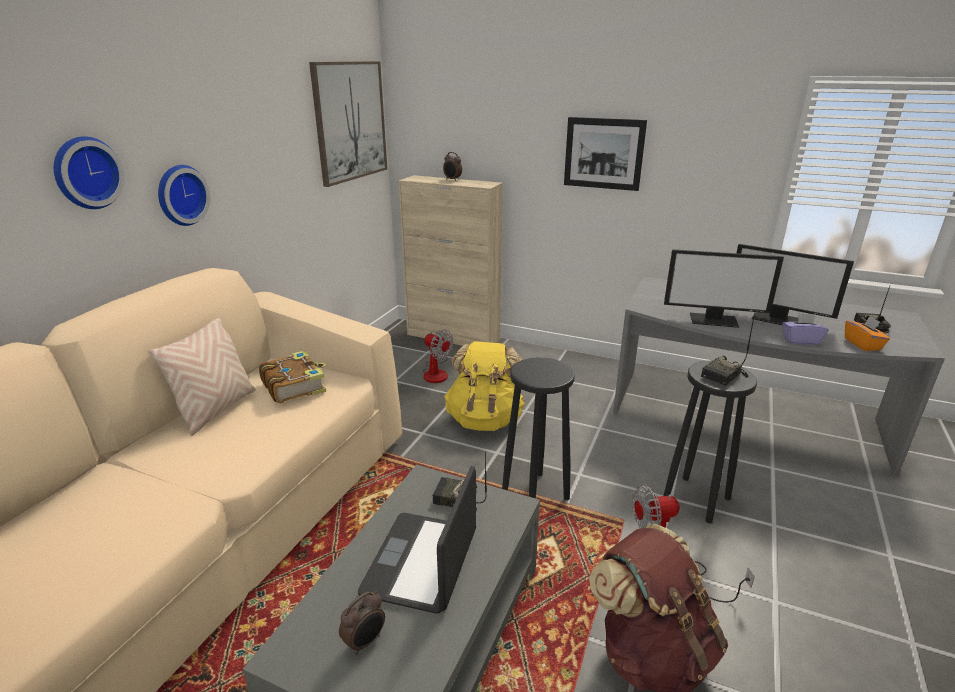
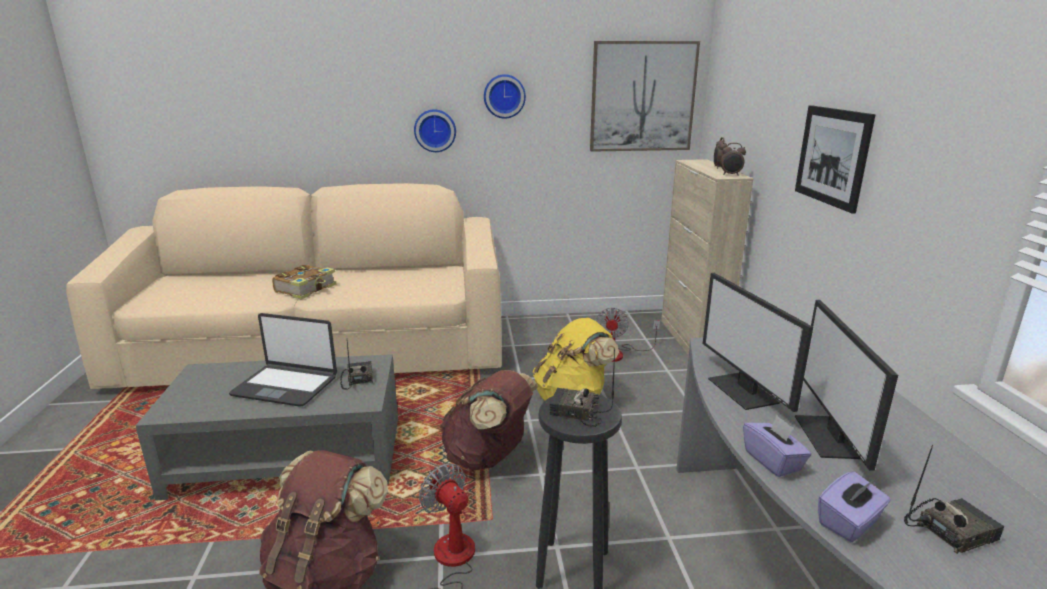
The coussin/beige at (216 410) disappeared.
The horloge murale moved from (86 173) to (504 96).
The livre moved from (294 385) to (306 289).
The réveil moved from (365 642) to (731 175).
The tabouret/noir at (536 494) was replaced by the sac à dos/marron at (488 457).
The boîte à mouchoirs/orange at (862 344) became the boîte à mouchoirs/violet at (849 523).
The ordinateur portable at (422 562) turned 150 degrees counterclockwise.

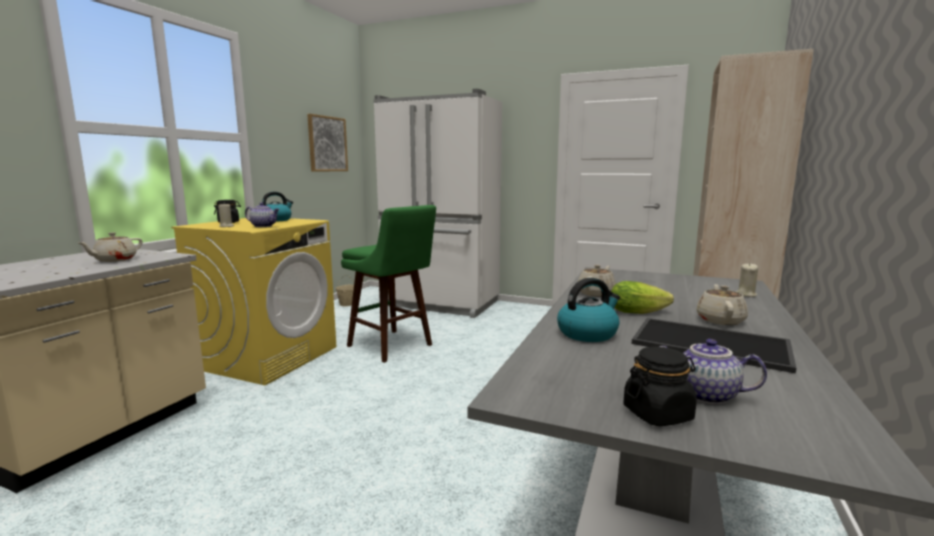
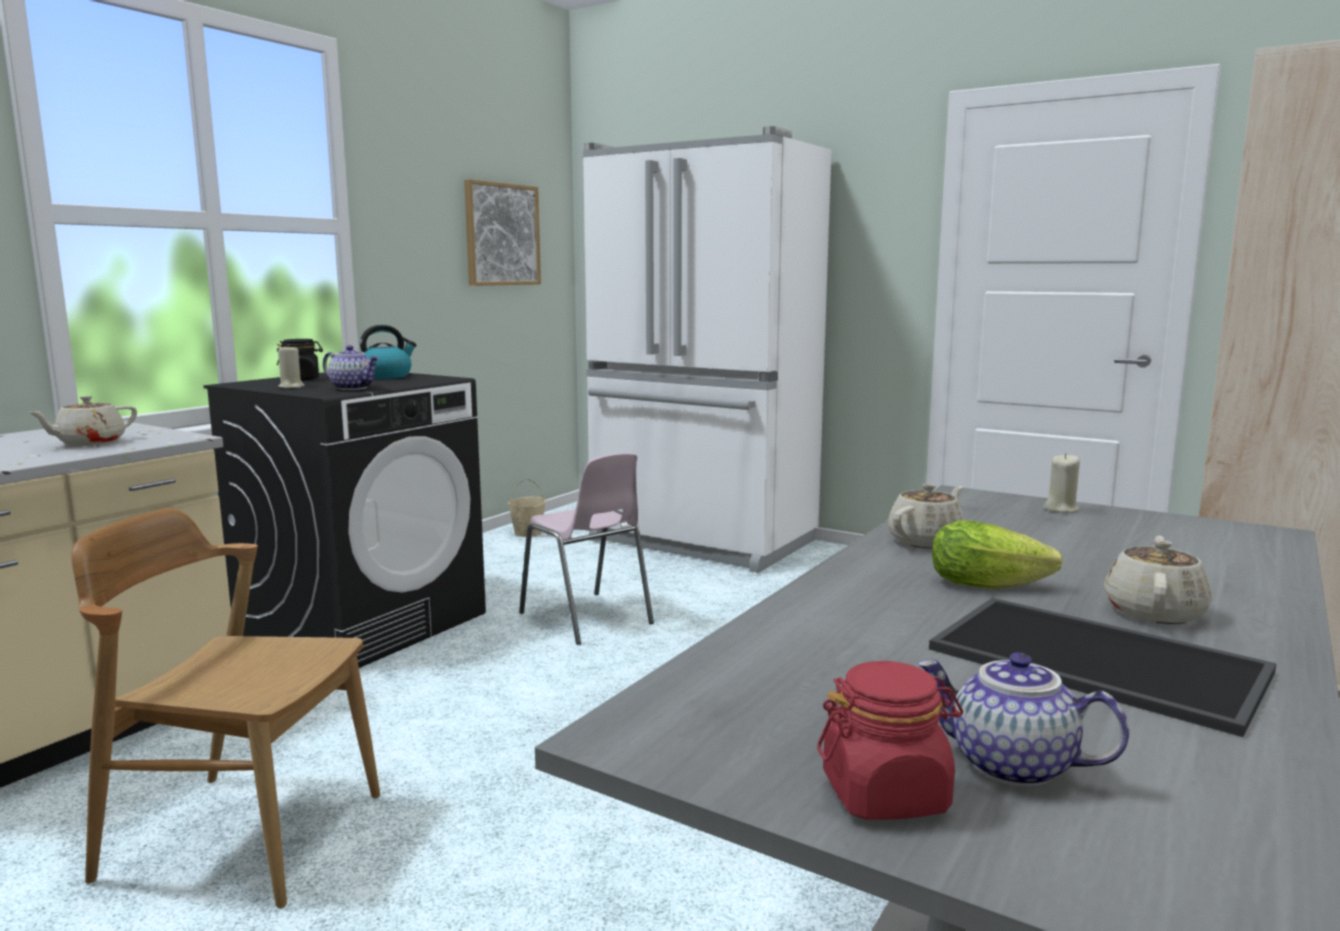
The bouilloire at (587 333) disappeared.
The chaise/marron at (243 835) appeared.
The bougie/beige moved from (745 294) to (1060 509).
The tabouret/vert at (392 346) was replaced by the chaise/rose at (586 619).
The lave-linge/jaune at (268 357) became the lave-linge/noir at (364 623).
The bocal/noir at (658 414) became the bocal/rouge at (886 795).

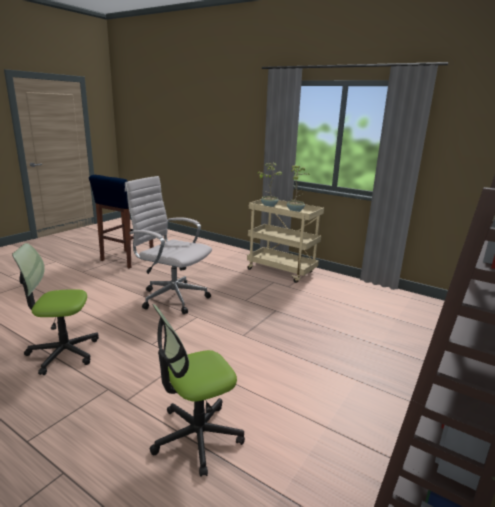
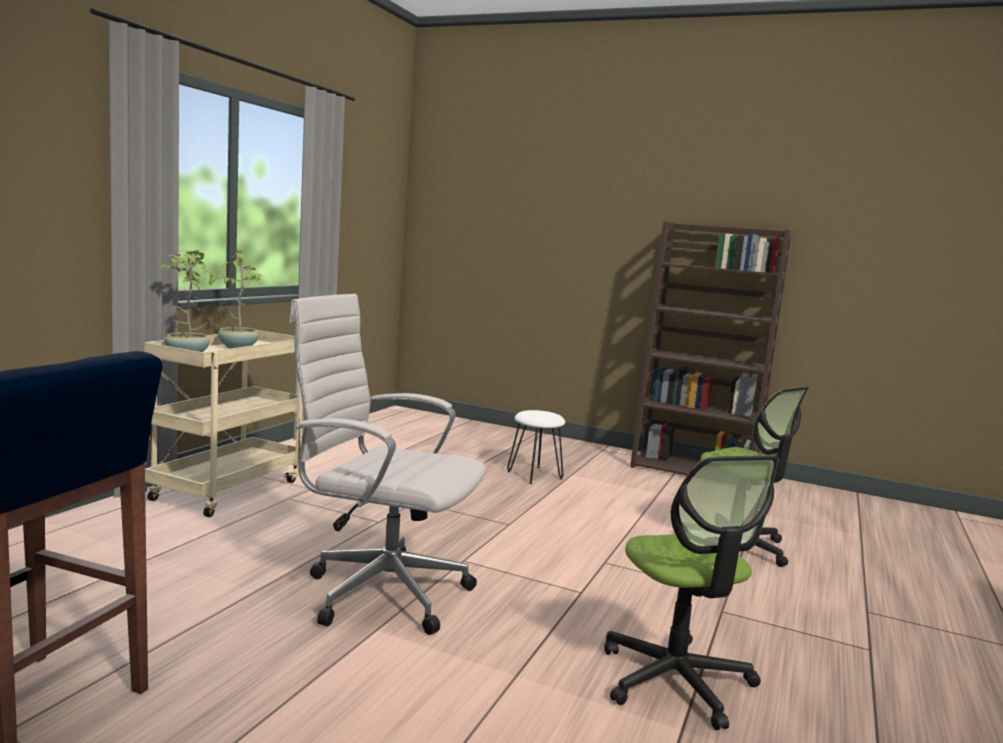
The tabouret/blanc at (534 475) appeared.
The chaise de bureau/blanc at (171 297) turned 90 degrees clockwise.

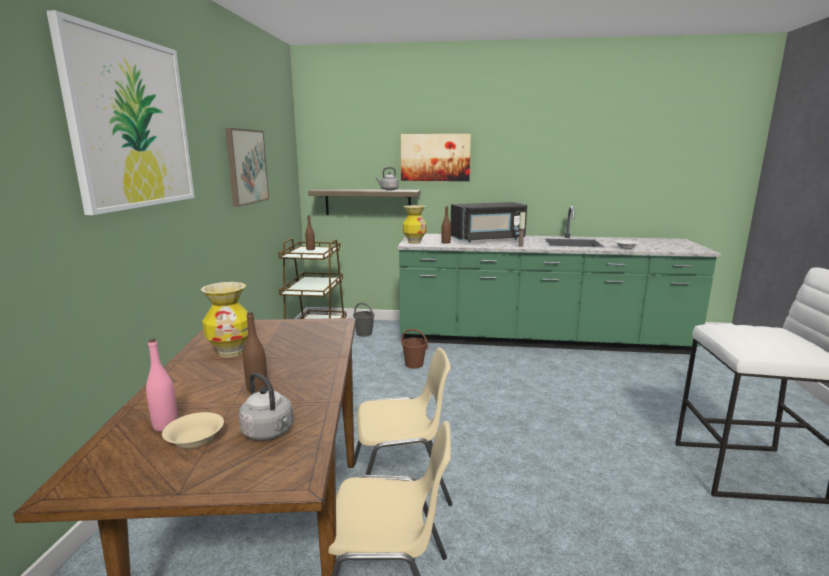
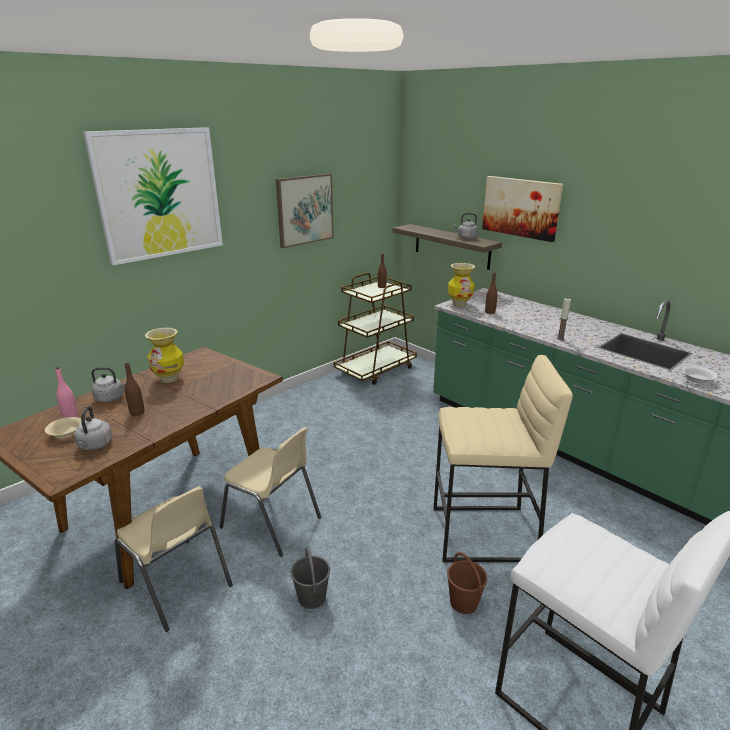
The micro-ondes/noir at (488 239) disappeared.
The bouilloire/gris at (111 398) appeared.
The tabouret/beige at (483 534) appeared.
The seau/gris moved from (364 333) to (312 597).
The seau/marron moved from (414 364) to (464 603).

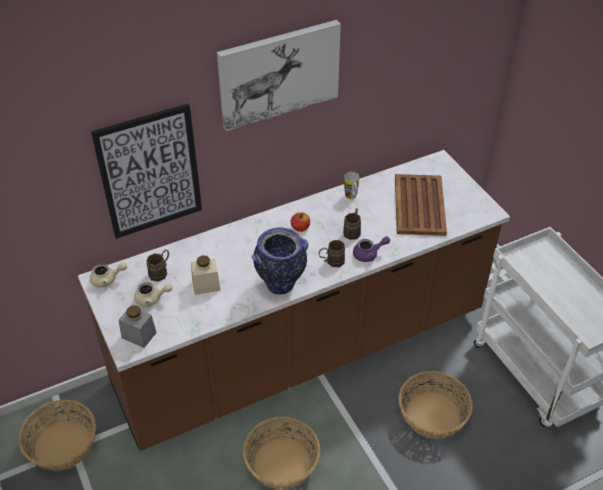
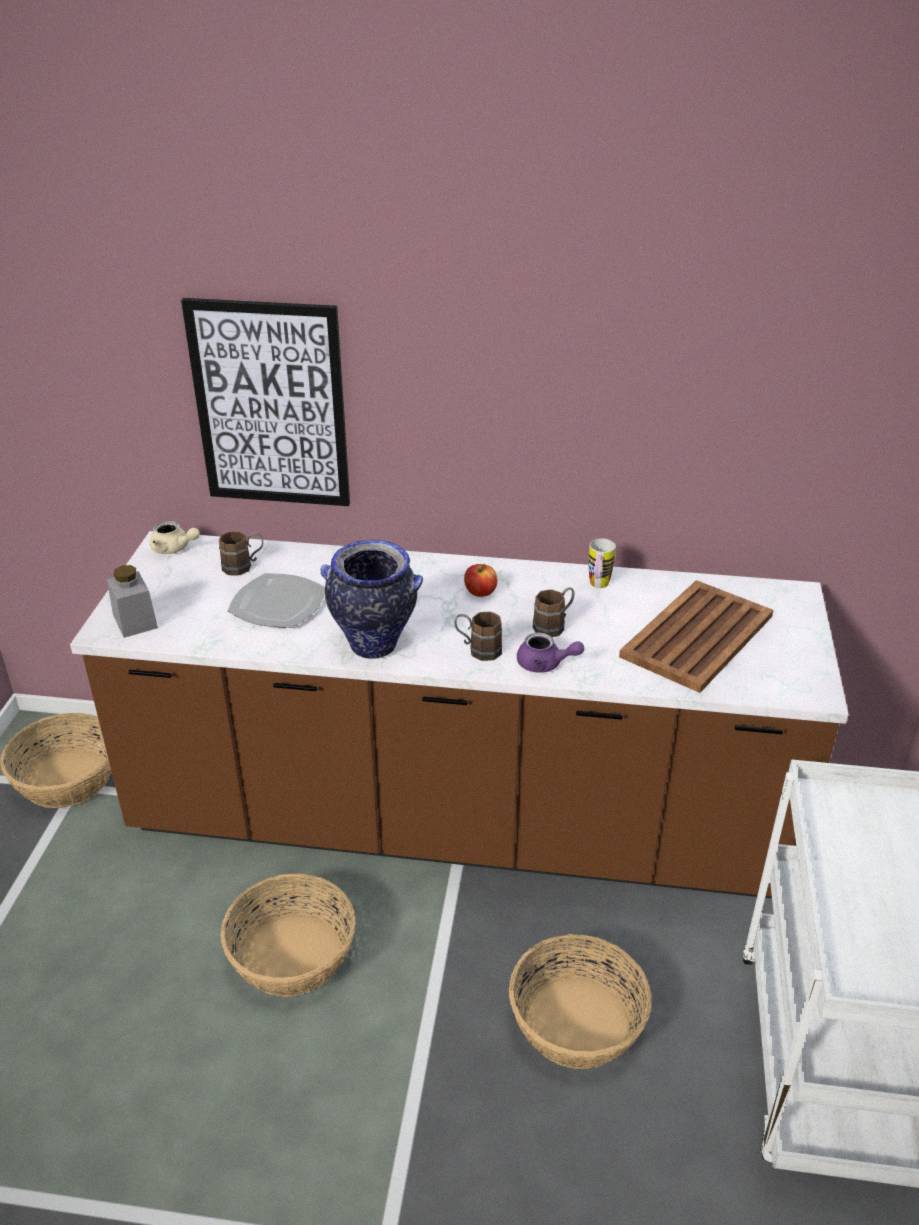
The théière/beige at (152 299) disappeared.
The tableau at (278 73) disappeared.
The bocal/beige at (206 285) was replaced by the assiette at (279 603).

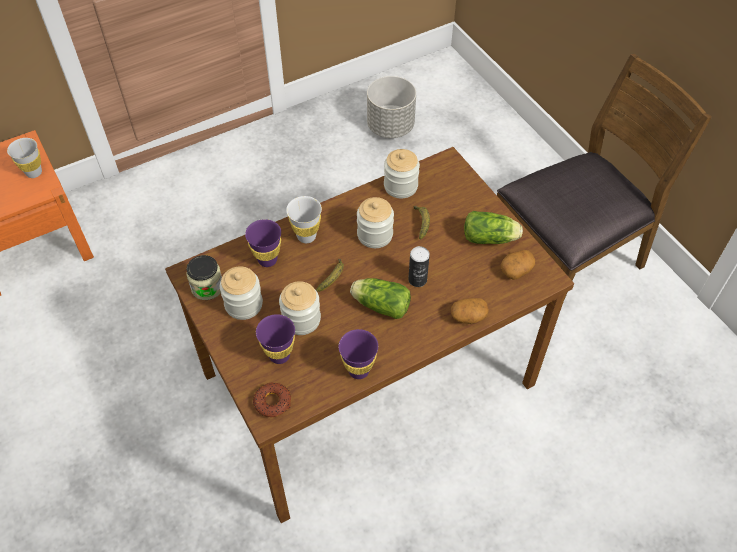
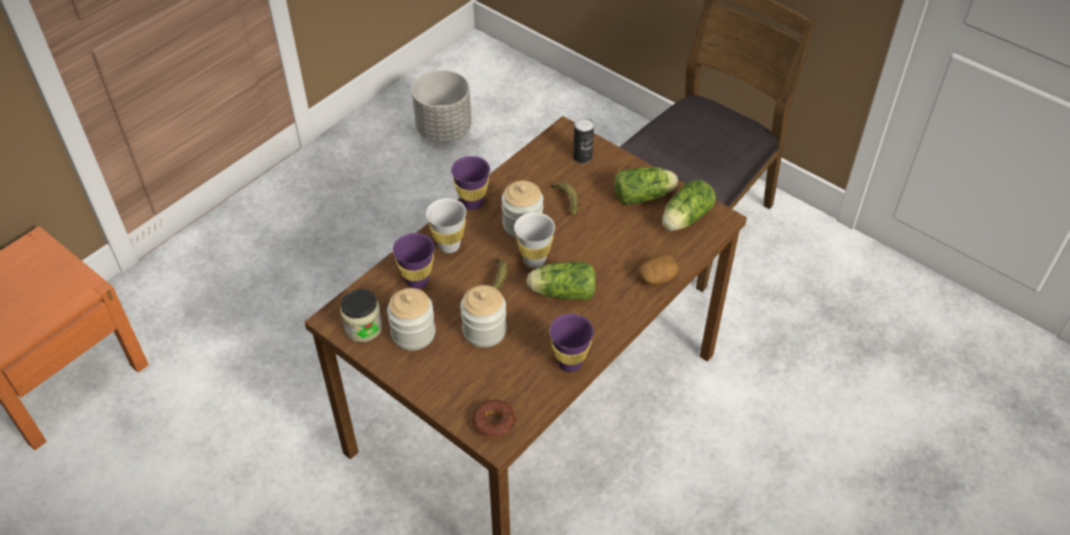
The bocal at (400 186) disappeared.
The tasse/blanc moved from (34 172) to (534 260).
The tasse/violet moved from (279 355) to (472 203).
The boîte métallique moved from (417 279) to (582 157).
The pomme de terre at (516 269) was replaced by the laitue at (684 219).

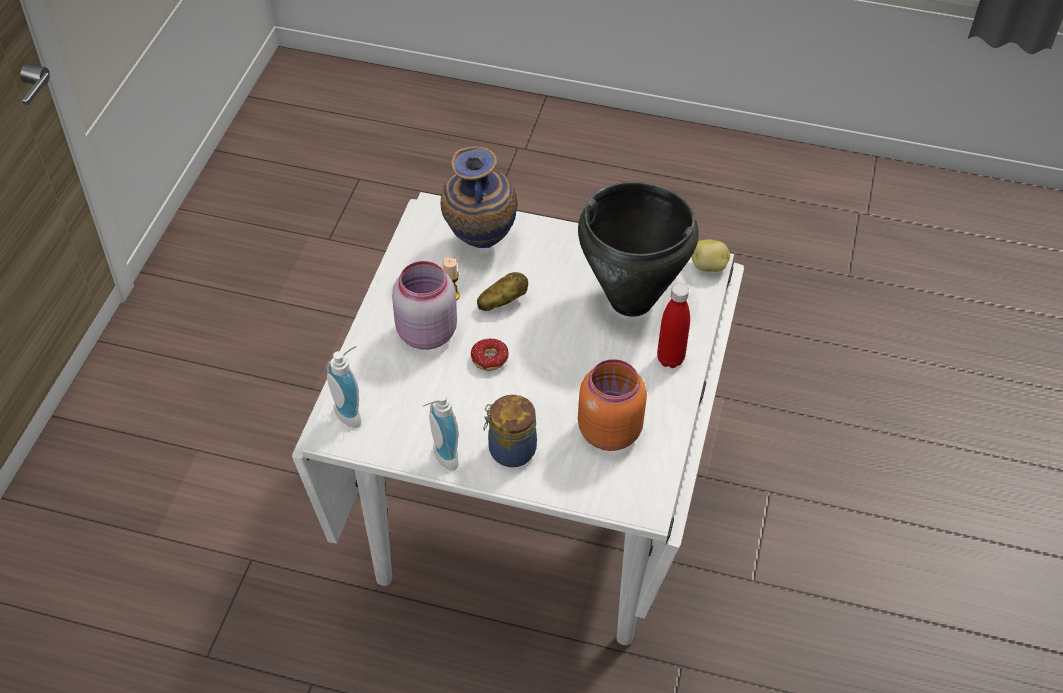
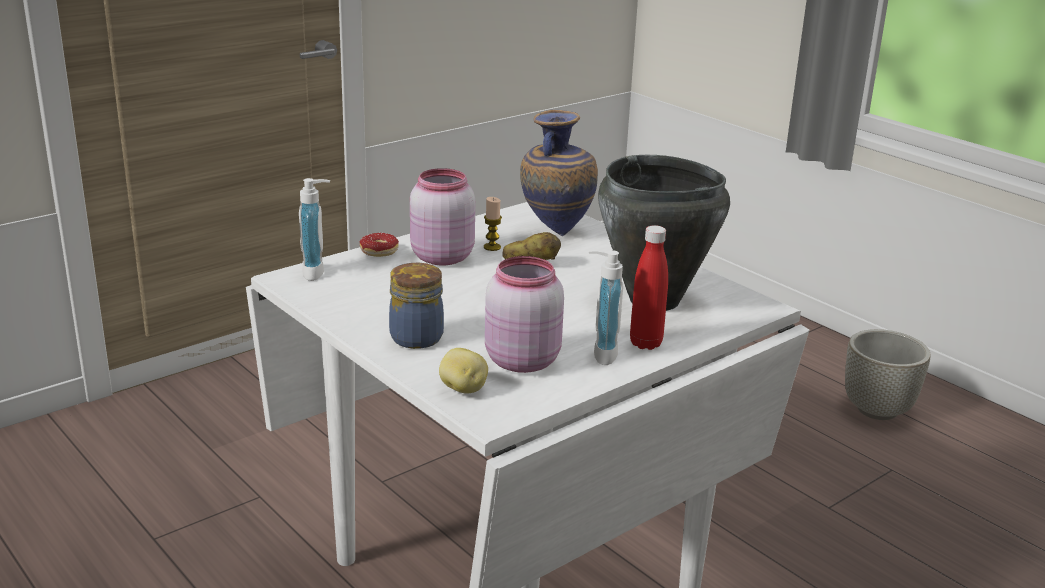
The cache-pot/gris at (877 410) appeared.
The distributeur de savon moved from (441 457) to (600 354).
The beignet moved from (493 364) to (377 254).
The pomme de terre moved from (709 267) to (463 389).
The bocal/orange at (607 431) became the bocal/rose at (521 360).

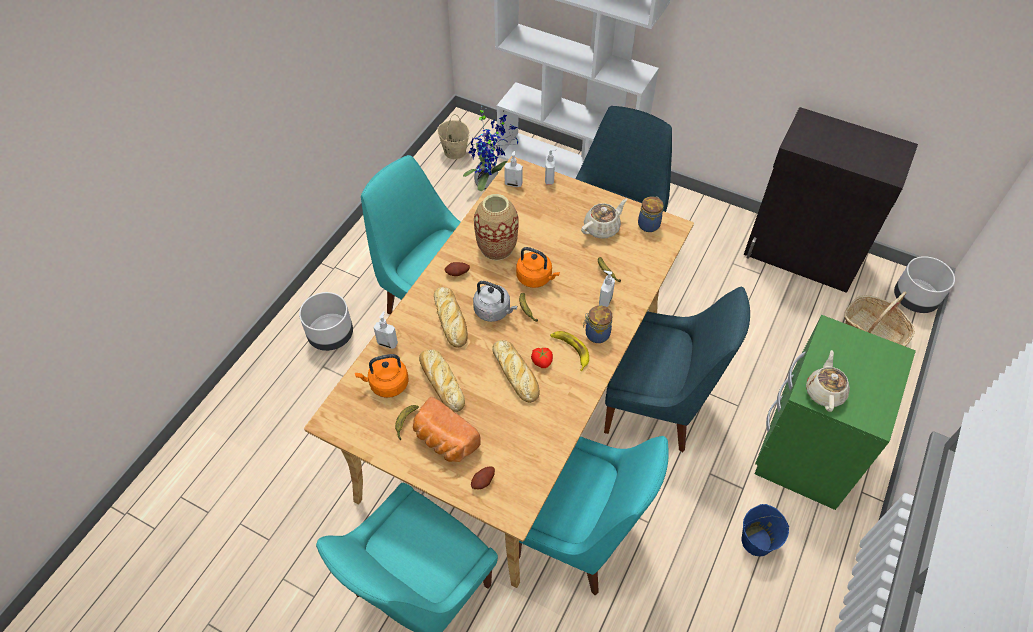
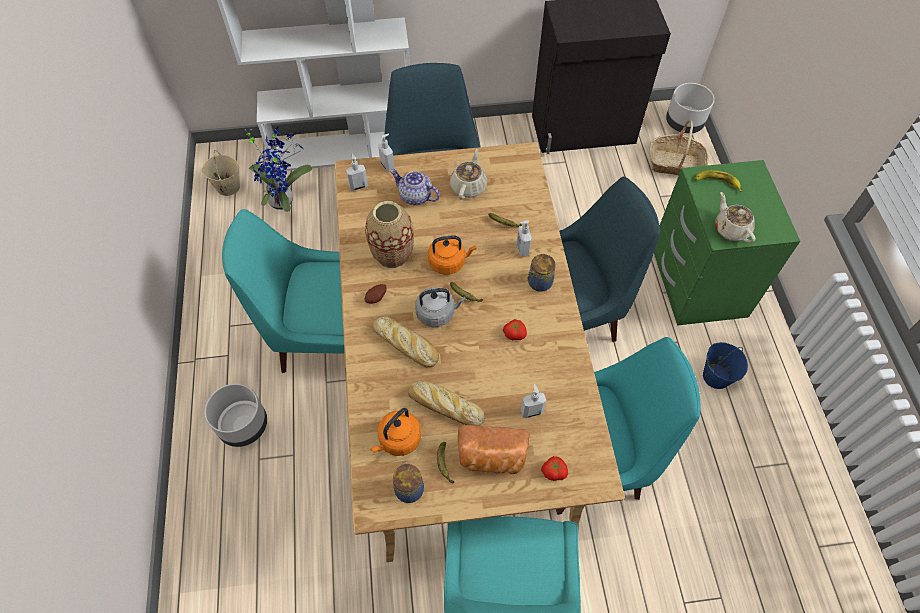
The pain at (516 374) disappeared.
The théière at (416 197) appeared.
The distributeur de savon moved from (388 343) to (531 411).
The banane moved from (570 350) to (717 182).
The bocal moved from (649 224) to (409 488).
The pomme de terre at (483 482) was replaced by the tomate at (554 471).

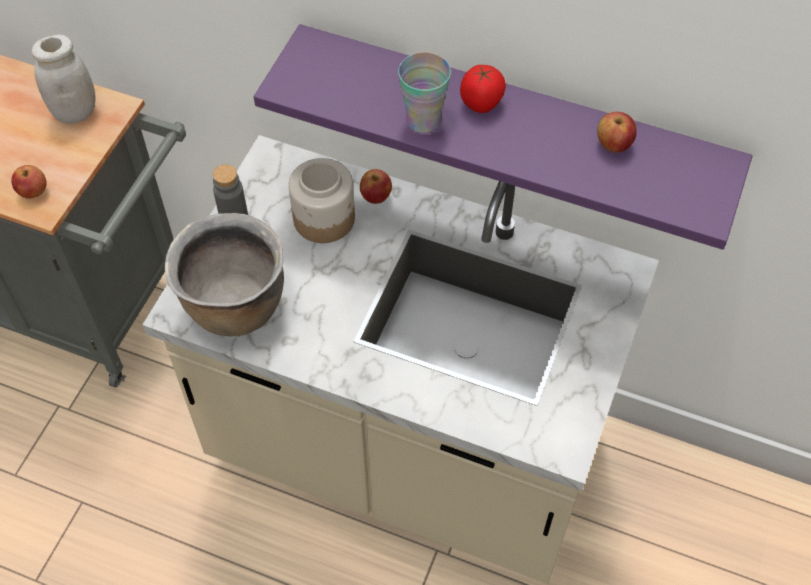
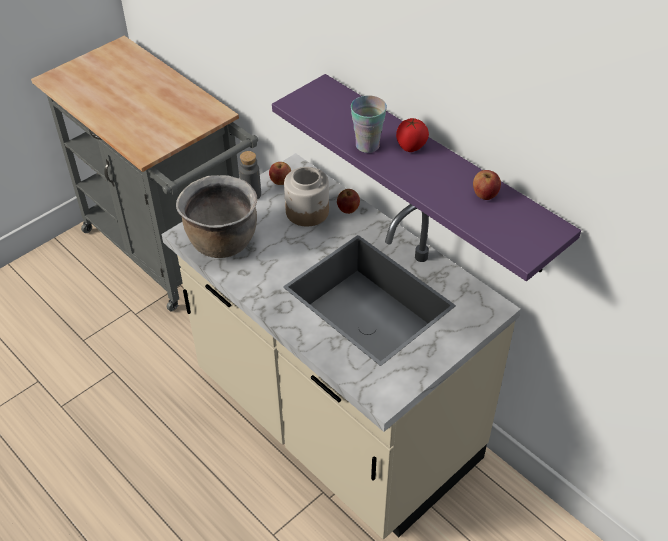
The bocal/blanc at (75 112) disappeared.
The pomme moved from (33 192) to (280 182).

